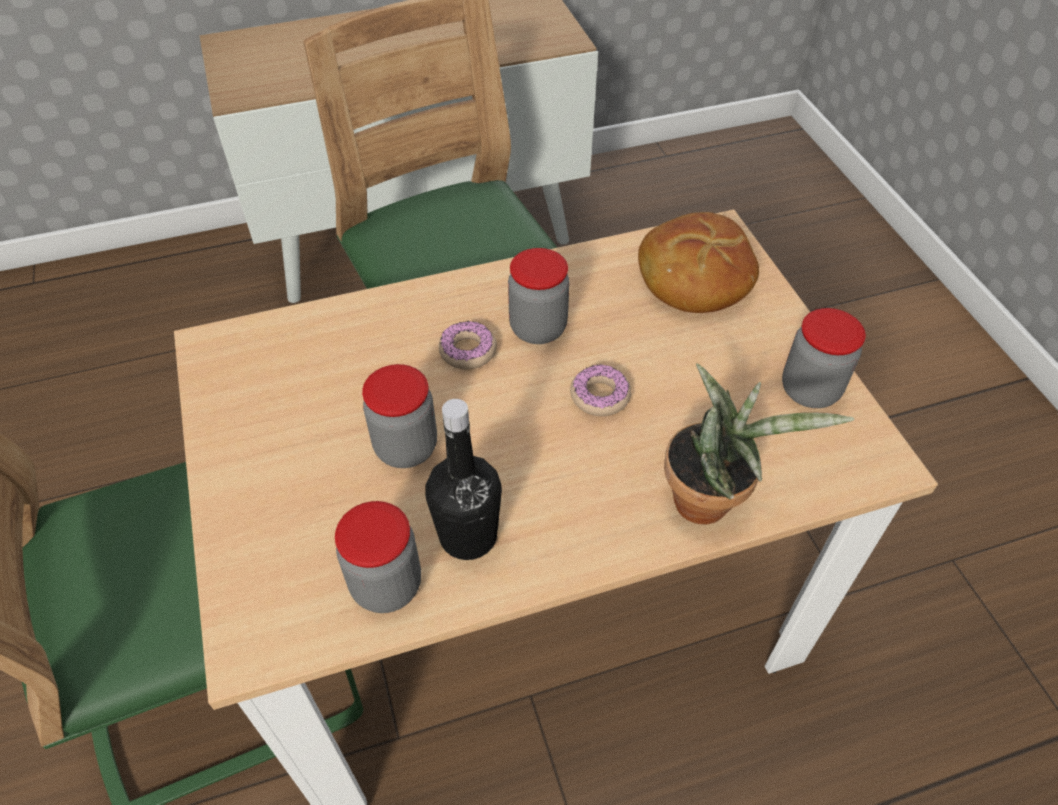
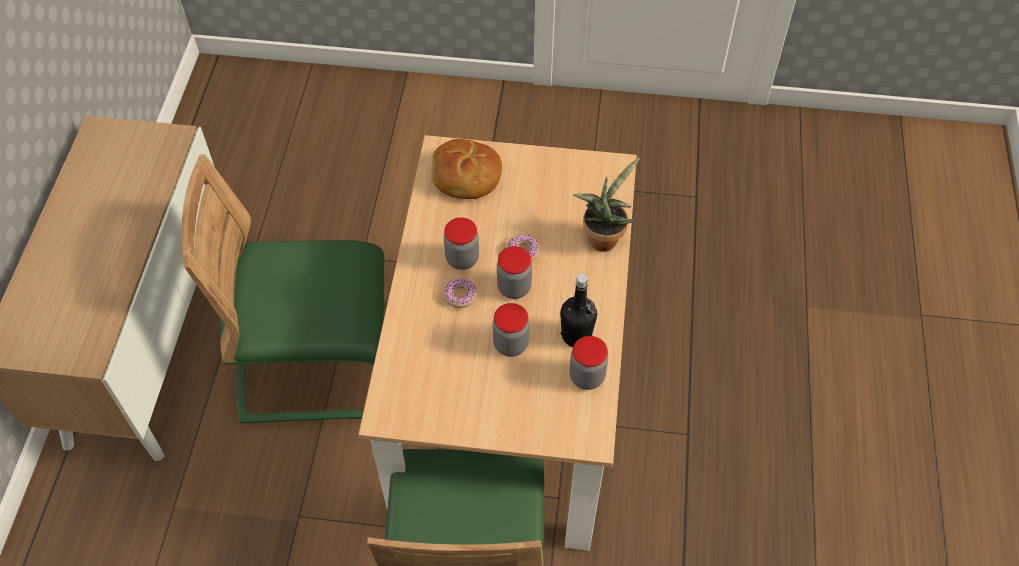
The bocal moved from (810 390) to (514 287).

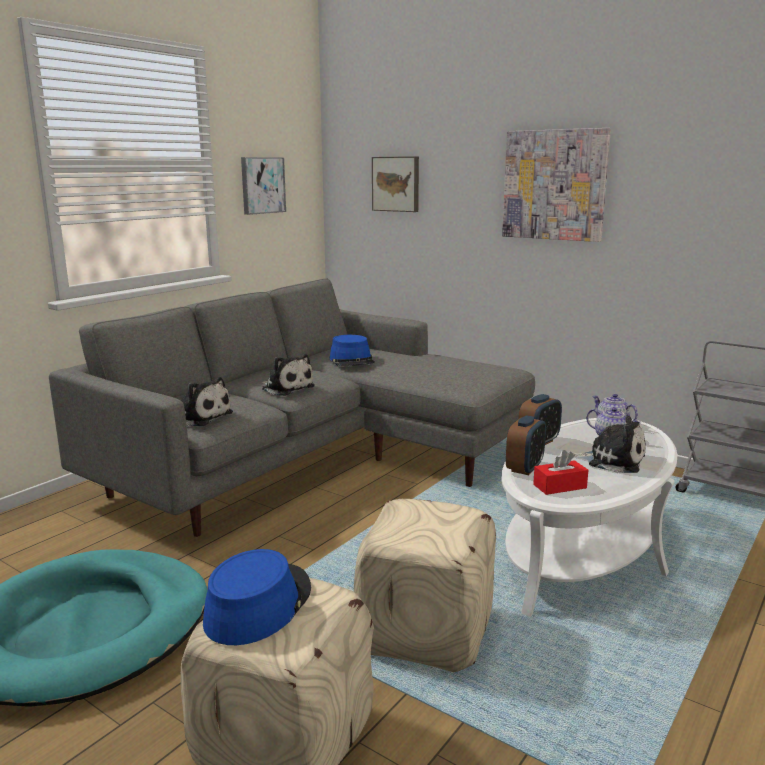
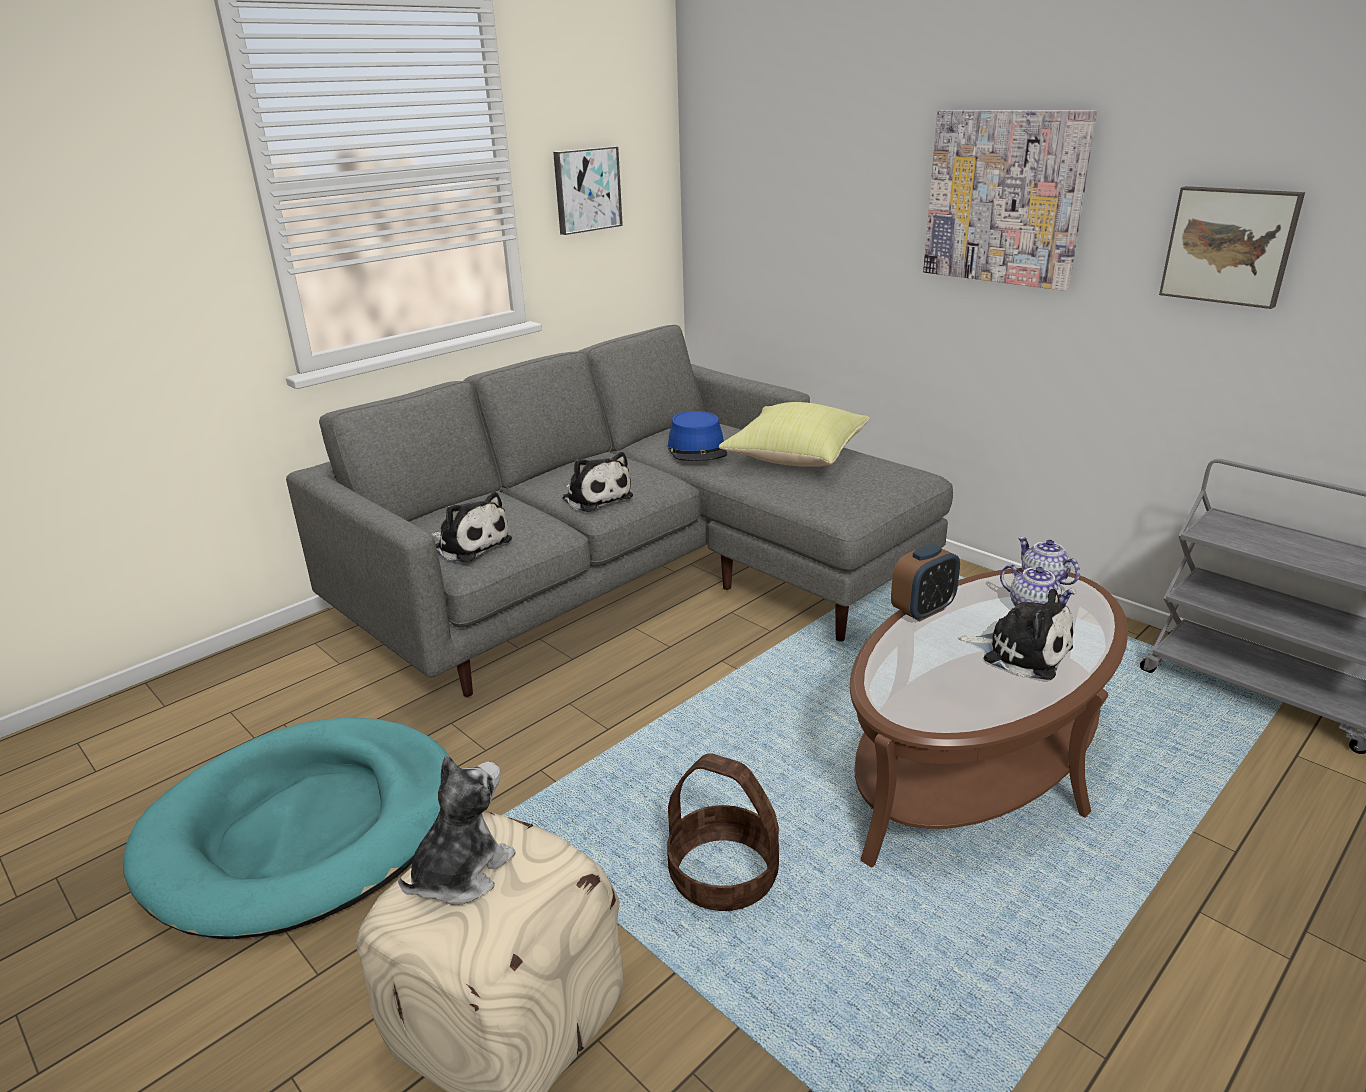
The réveil at (524 468) disappeared.
The boîte à mouchoirs/rouge at (559 486) disappeared.
The coussin/jaune at (795 457) appeared.
The tableau moved from (396 184) to (1230 245).
The chapeau/bleu at (258 604) was replaced by the peluche at (461 872).
The pouf/beige at (424 631) was replaced by the panier at (722 876).
The table basse/blanc at (584 549) became the table basse/marron at (976 760).

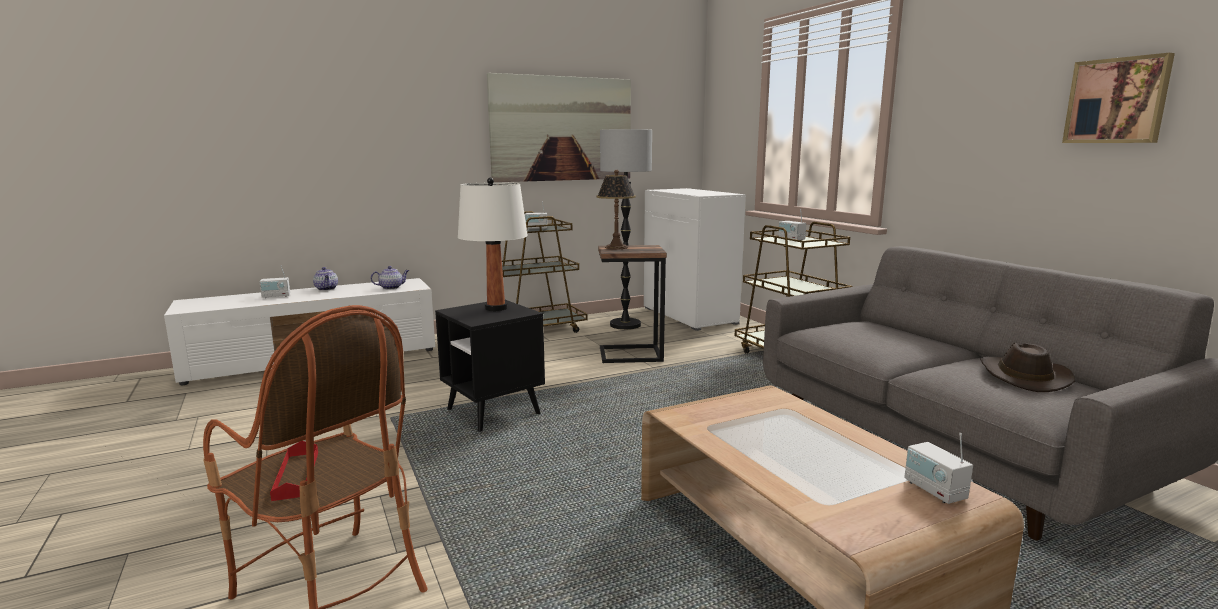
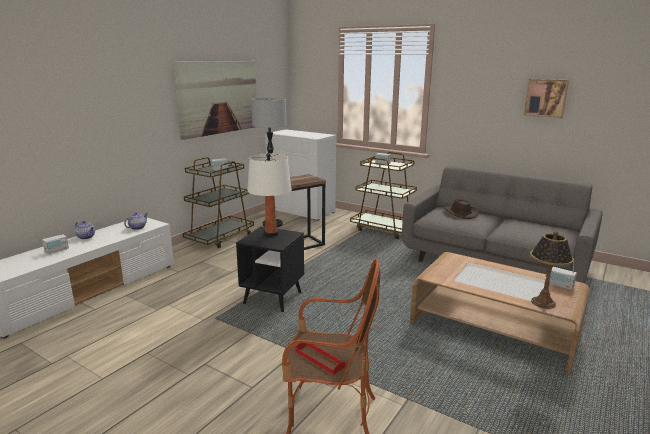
The lampe de table moved from (616 247) to (543 303).
The chapeau/marron moved from (1022 376) to (459 213).

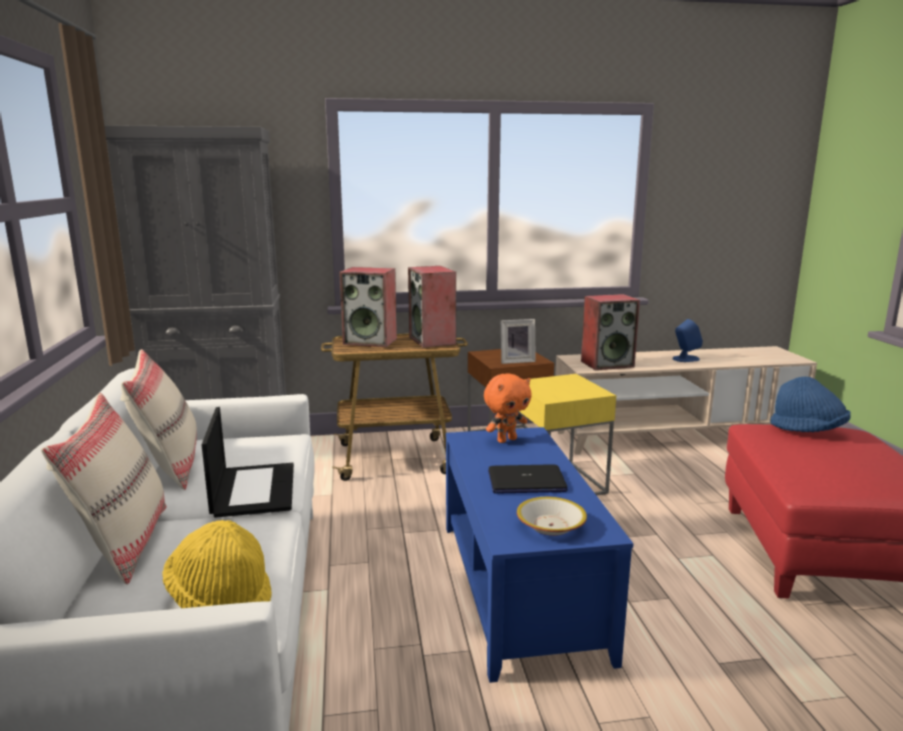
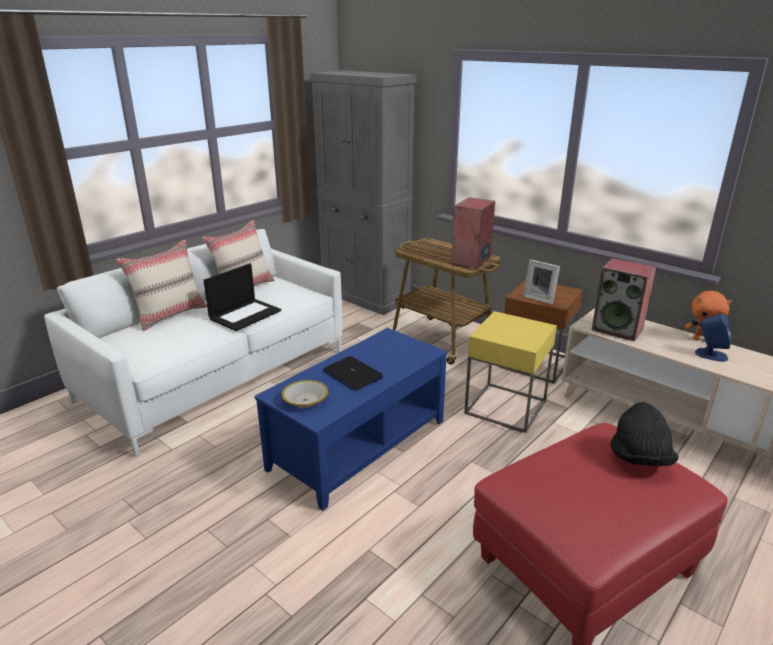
The chapeau/jaune at (221 599) disappeared.
The enceinte at (371 341) disappeared.
The peluche/orange moved from (506 440) to (701 339).
The chapeau/bleu at (808 431) became the chapeau/noir at (639 458).

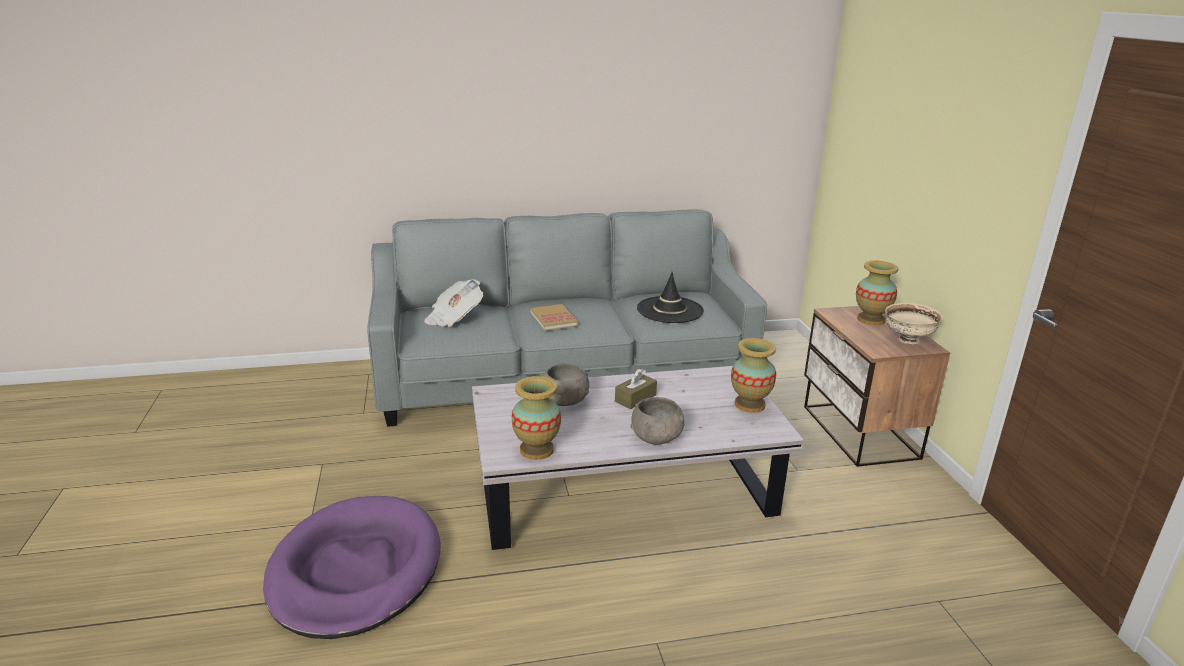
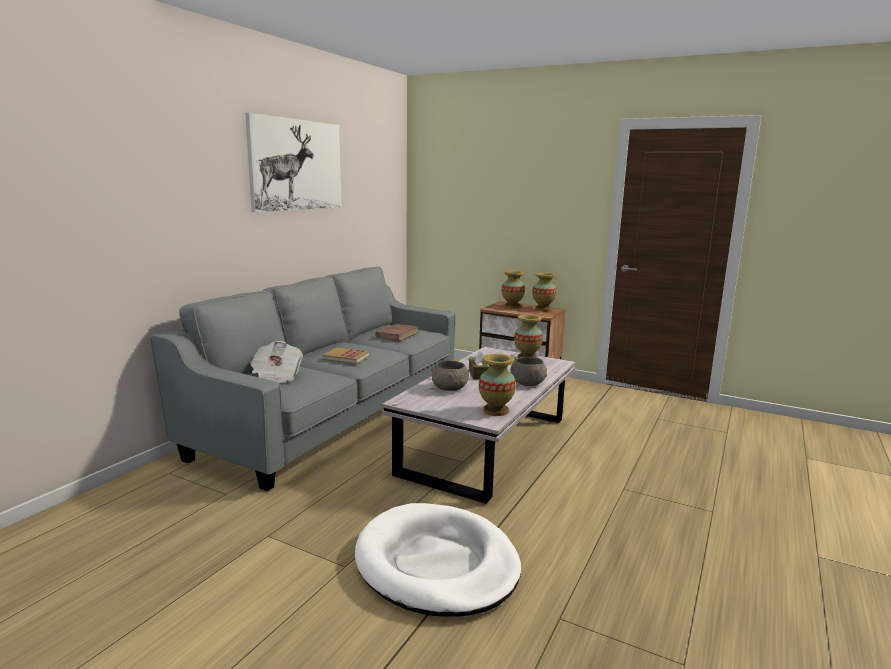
The tableau at (296 165) appeared.
The chapeau/noir at (670 310) was replaced by the livre/marron at (397 335).
The bol/beige at (908 340) was replaced by the vase at (543 309).
The panier pour chien/violet at (355 570) became the panier pour chien/blanc at (436 564).

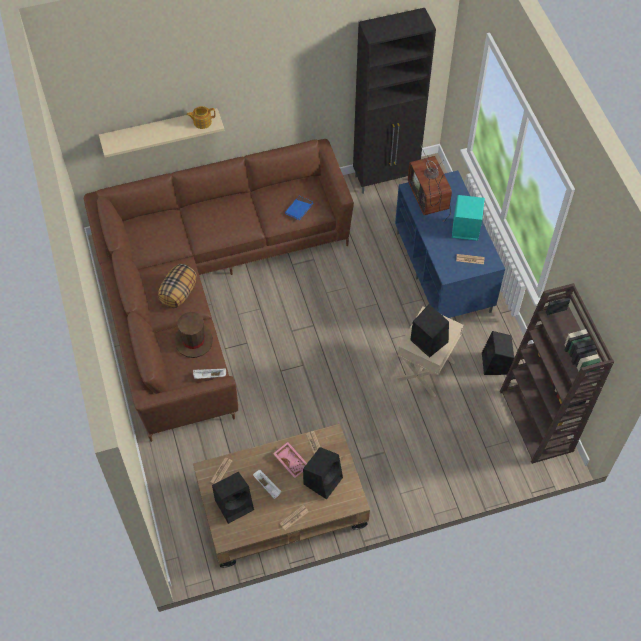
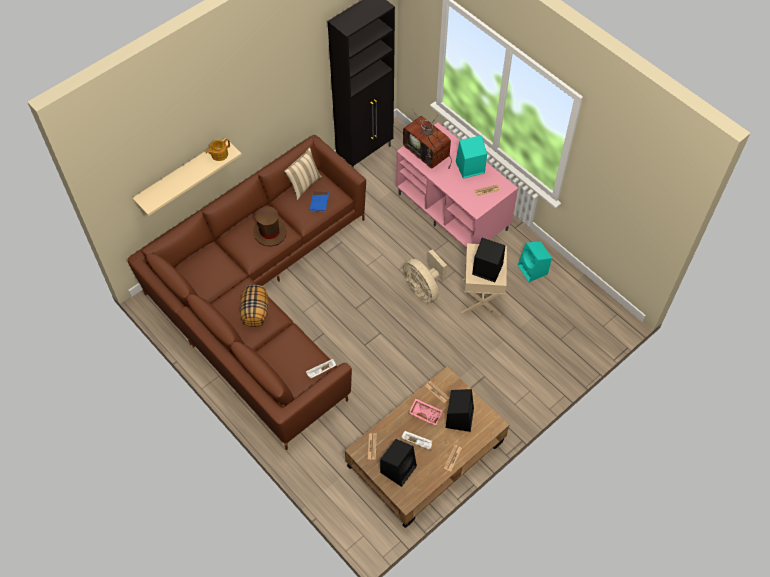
The bibliothèque/marron at (537 421) disappeared.
The coussin/beige at (304 185) appeared.
The ventilateur/beige at (424 289) appeared.
The chapeau/marron moved from (194 341) to (270 232).
The meuble télé/bleu at (444 272) became the meuble télé/rose at (453 212).
The enceinte/noir at (495 364) became the enceinte/turquoise at (533 270).

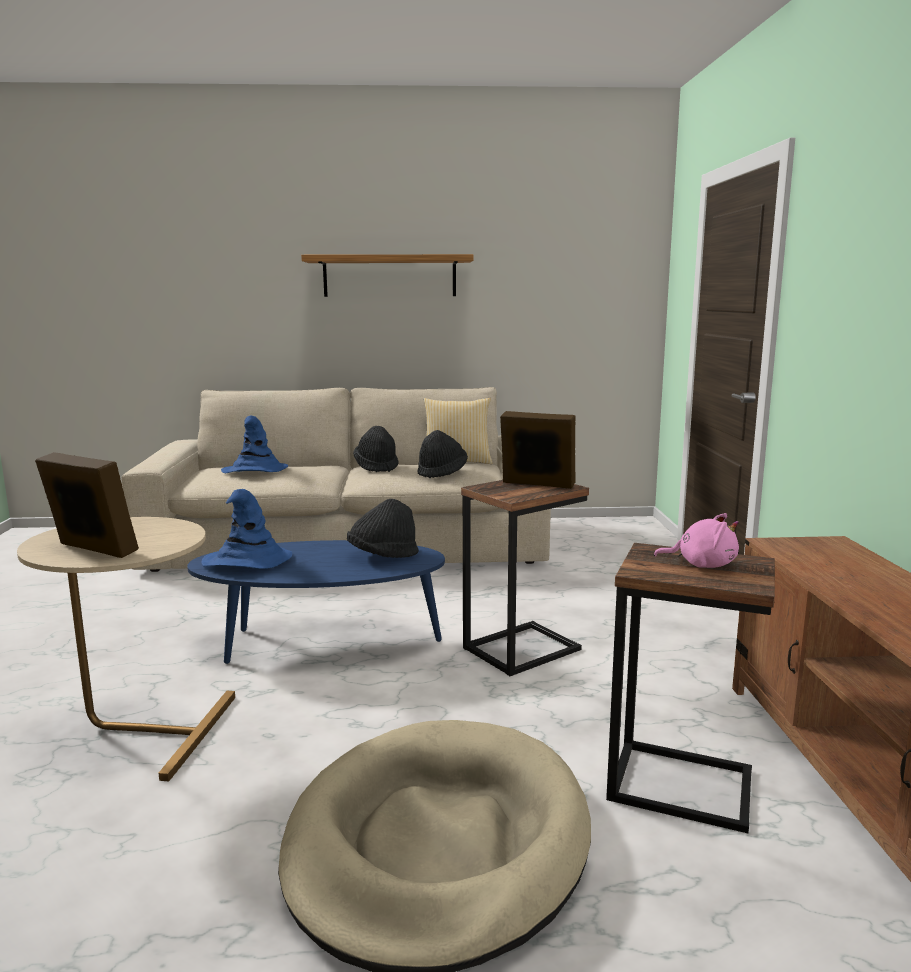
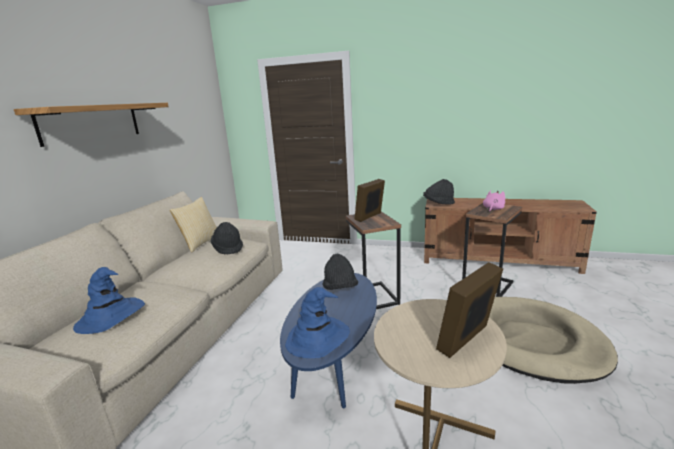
The chapeau/noir moved from (376 467) to (438 203).

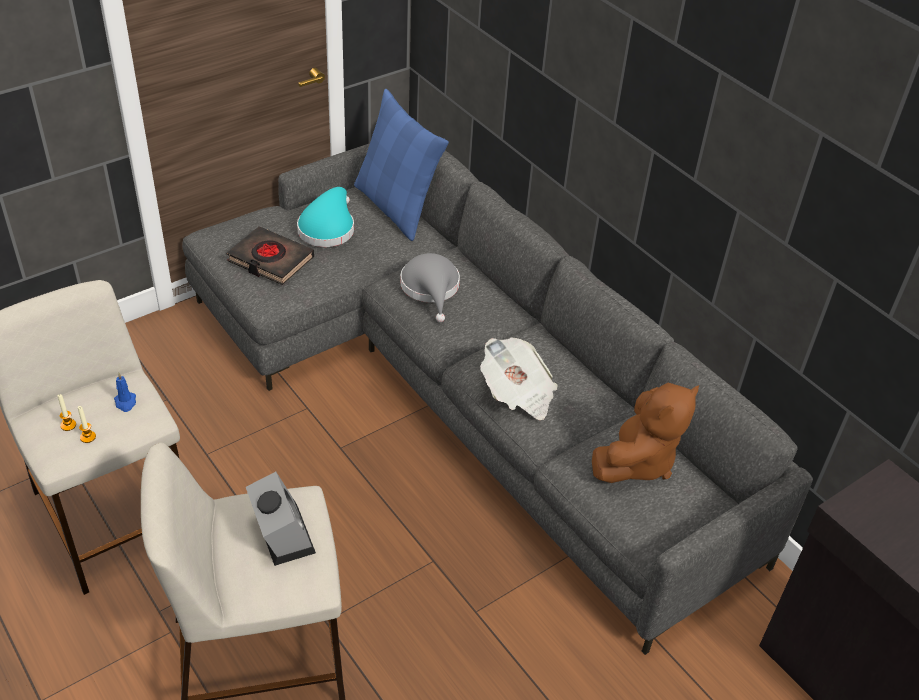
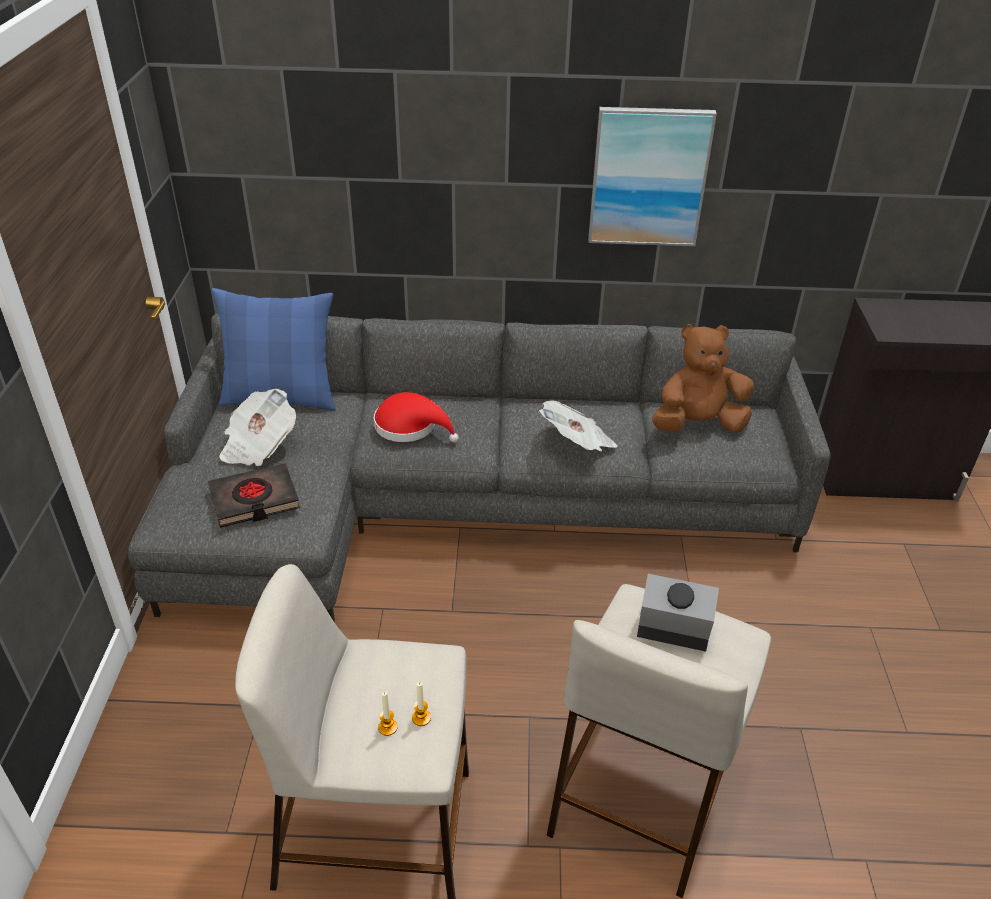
The bougie/bleu at (125 402) disappeared.
The tableau at (648 177) appeared.
The chapeau/turquoise at (327 228) was replaced by the journal at (258 445).
The chapeau/gris at (431 289) became the chapeau/rouge at (410 427).
The peluche/marron at (637 461) turned 90 degrees counterclockwise.

